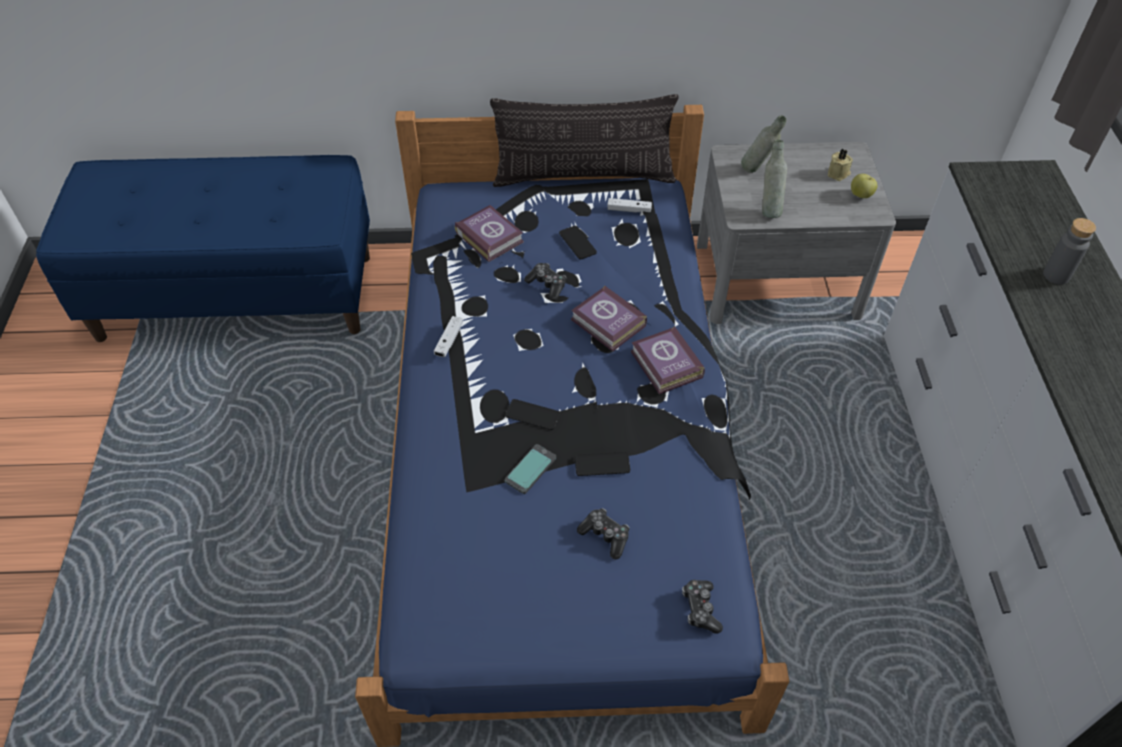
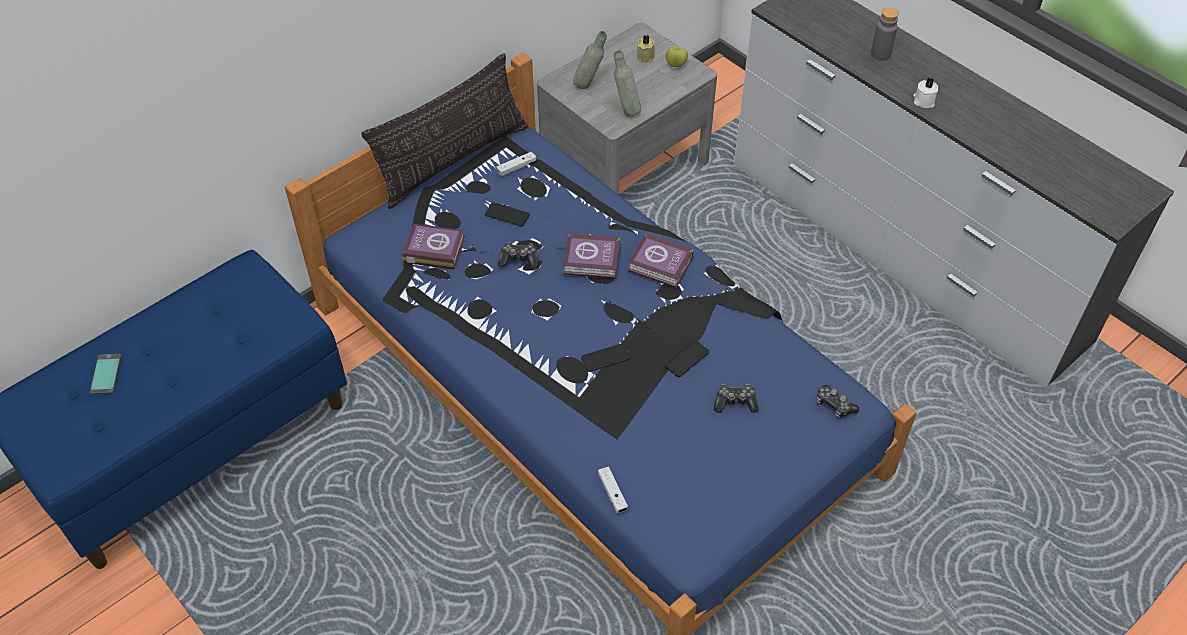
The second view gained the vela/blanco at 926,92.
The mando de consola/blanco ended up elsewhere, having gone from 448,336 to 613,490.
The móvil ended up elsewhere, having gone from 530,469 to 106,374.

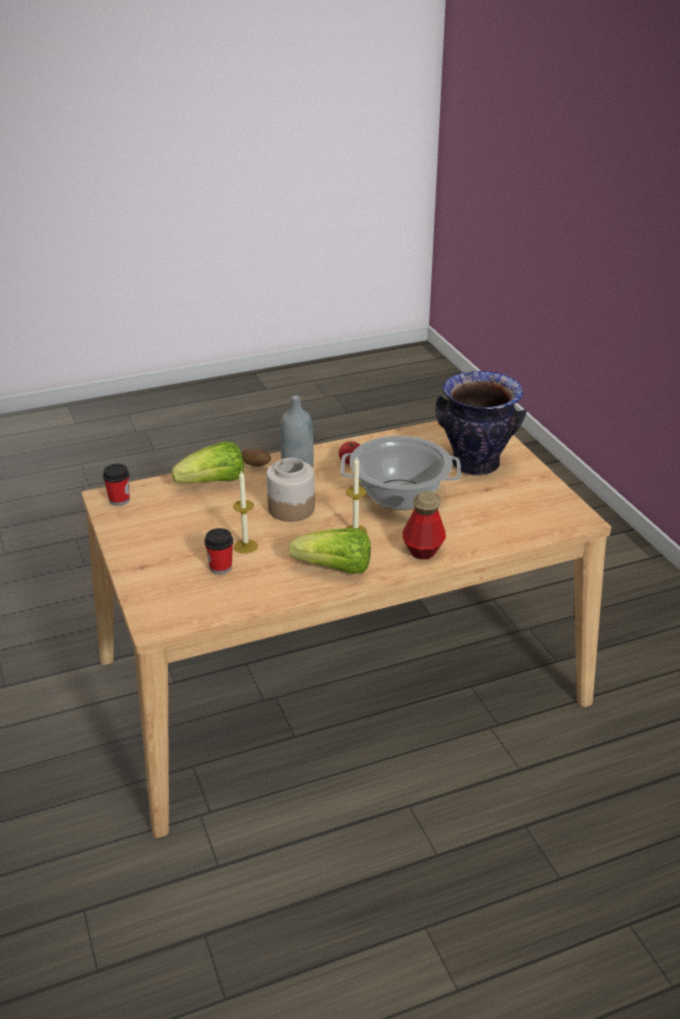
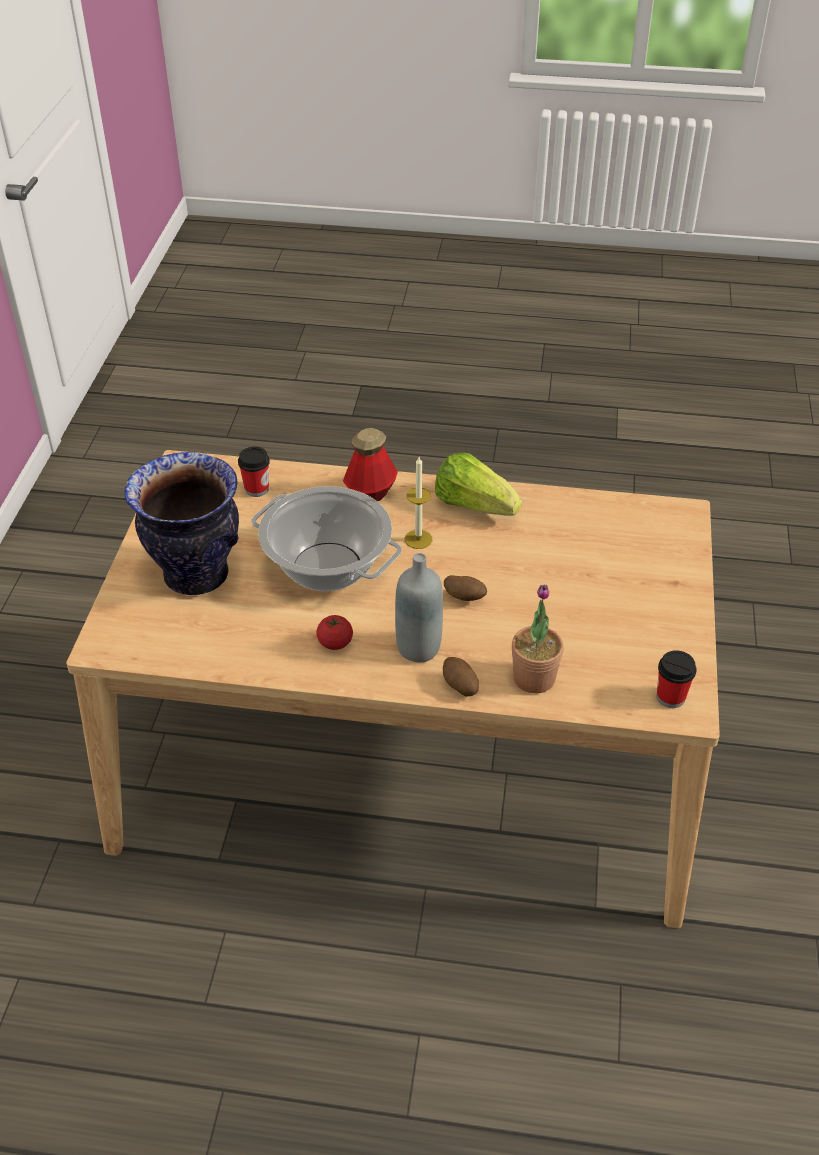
The second view lost the vela at 245,512.
The taza ended up elsewhere, having gone from 218,551 to 254,472.
Where the lechuga stood at 207,462, the planta en maceta came to stand at 538,638.
Where the tarro stood at 291,490, the patata came to stand at 465,588.

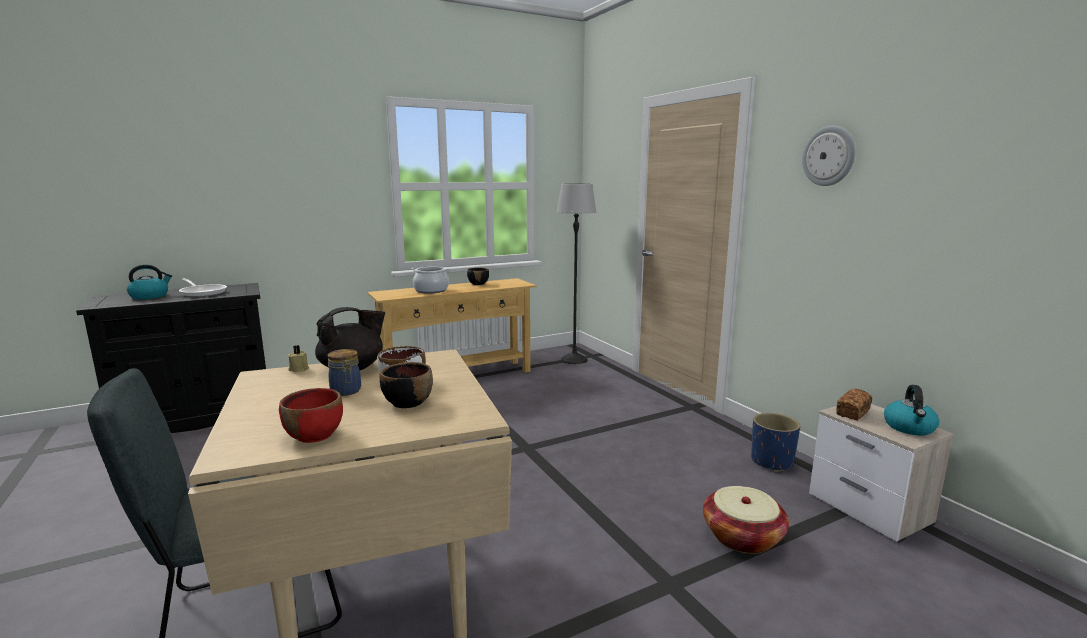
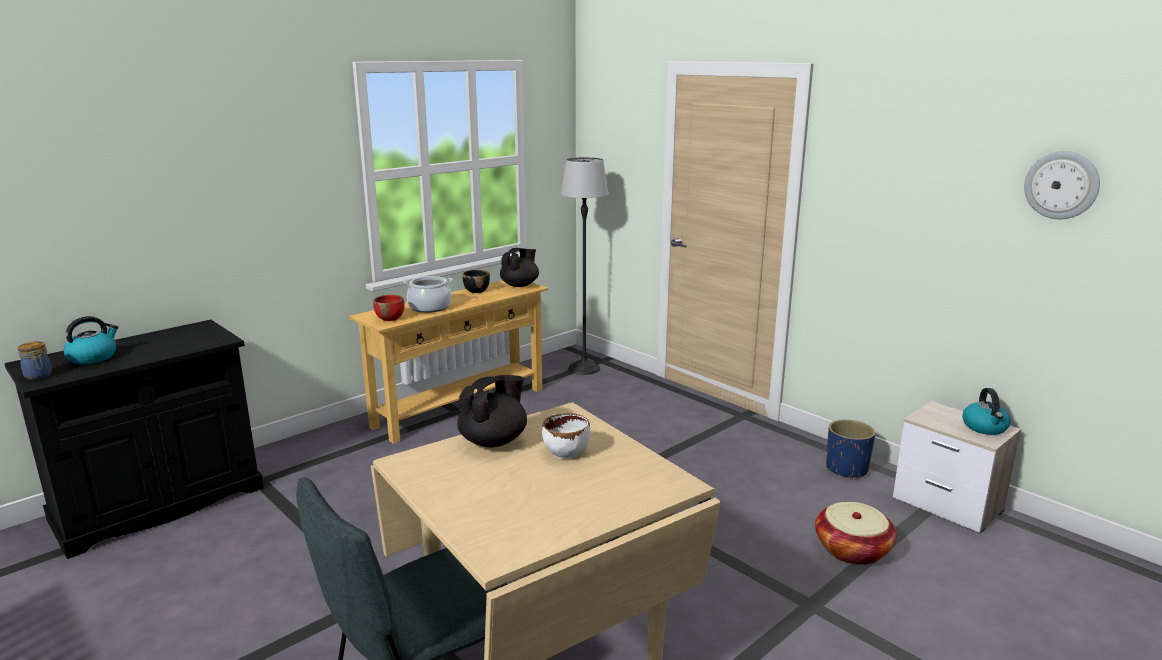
The second view lost the sartén at 203,287.
The second view lost the vela/beis at 298,358.
The second view lost the cuenco/negro at 406,385.
The second view lost the pan at 854,405.
The second view gained the tetera/negro at 519,267.
The cuenco/rojo ended up elsewhere, having gone from 311,415 to 389,308.
The tarro ended up elsewhere, having gone from 344,372 to 34,360.
The reloj de pared ended up elsewhere, having gone from 829,156 to 1062,185.

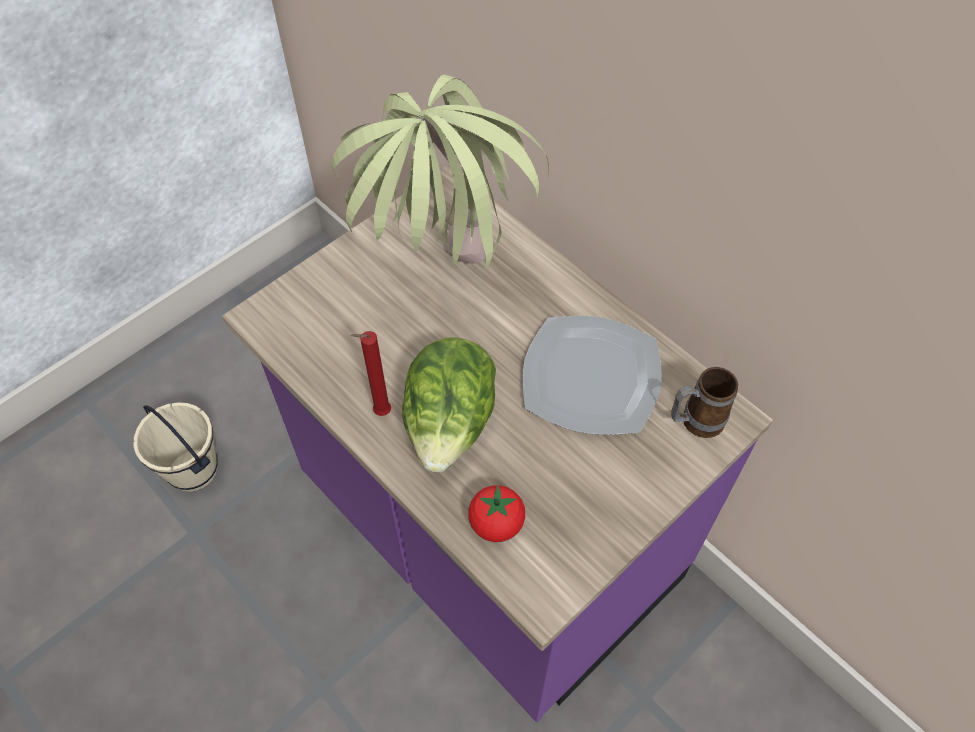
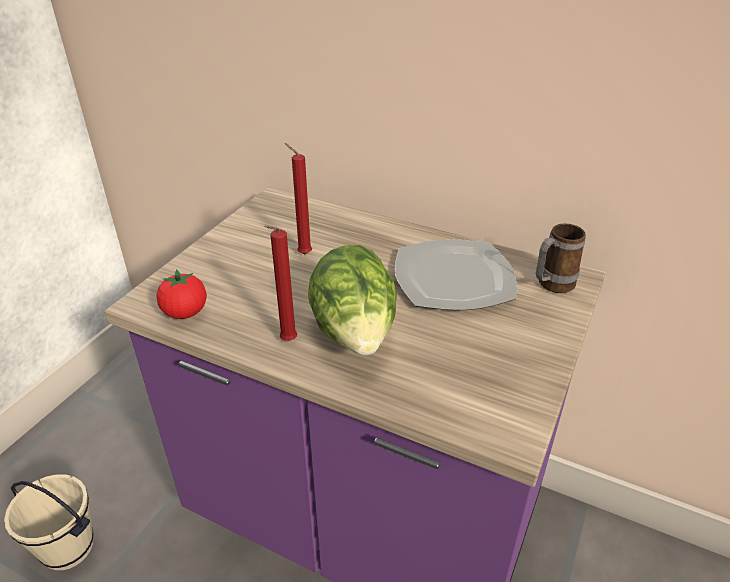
The tomate ended up elsewhere, having gone from 496,513 to 181,294.
Where the planta en maceta stood at 440,173, the vela/rojo came to stand at 298,198.

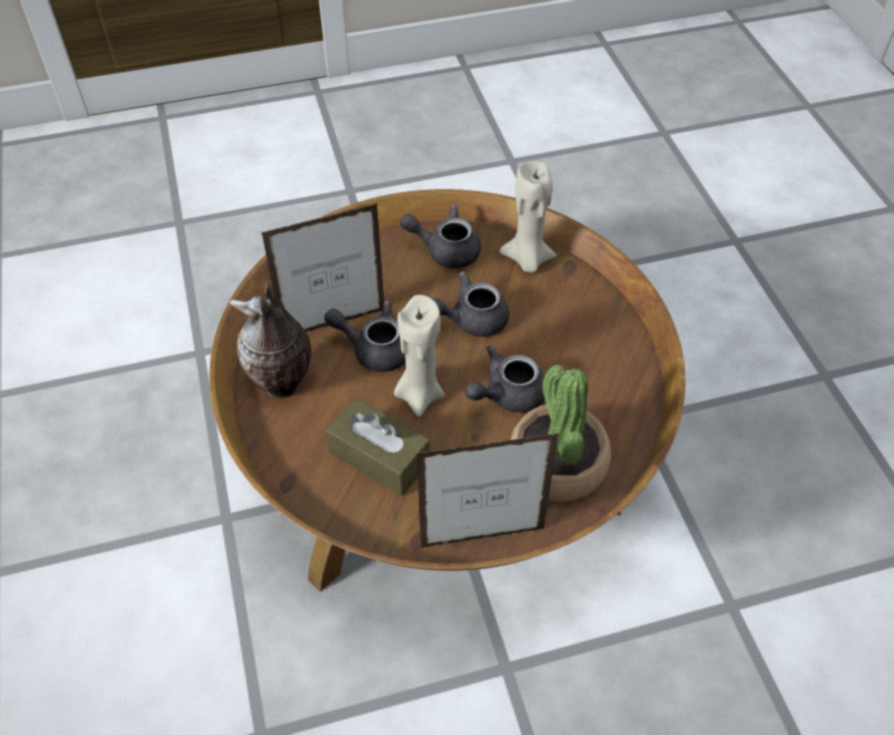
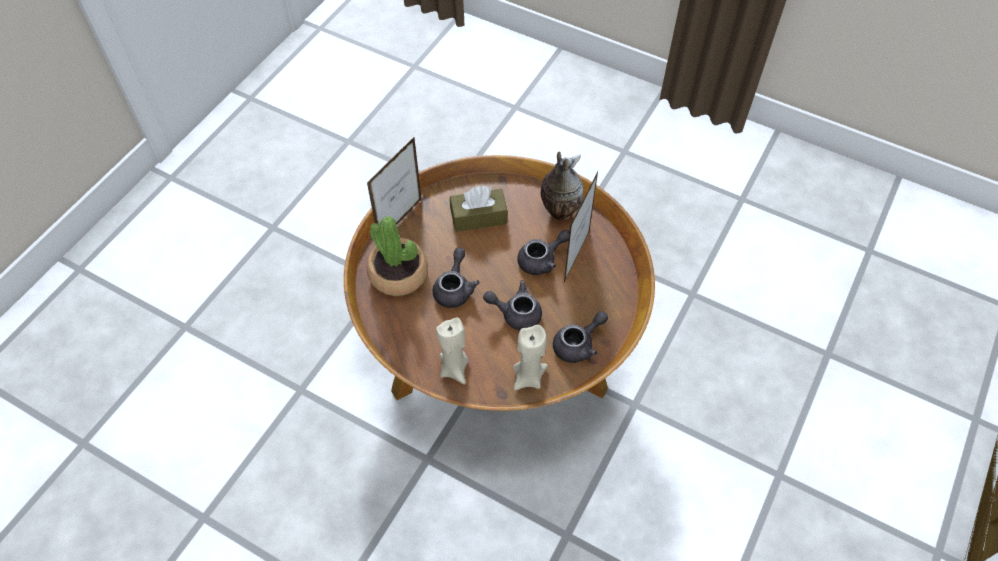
The vela/beis ended up elsewhere, having gone from 419,356 to 452,350.
The tetera/gris at 470,304 ended up facing another way, 105 degrees counterclockwise from before.

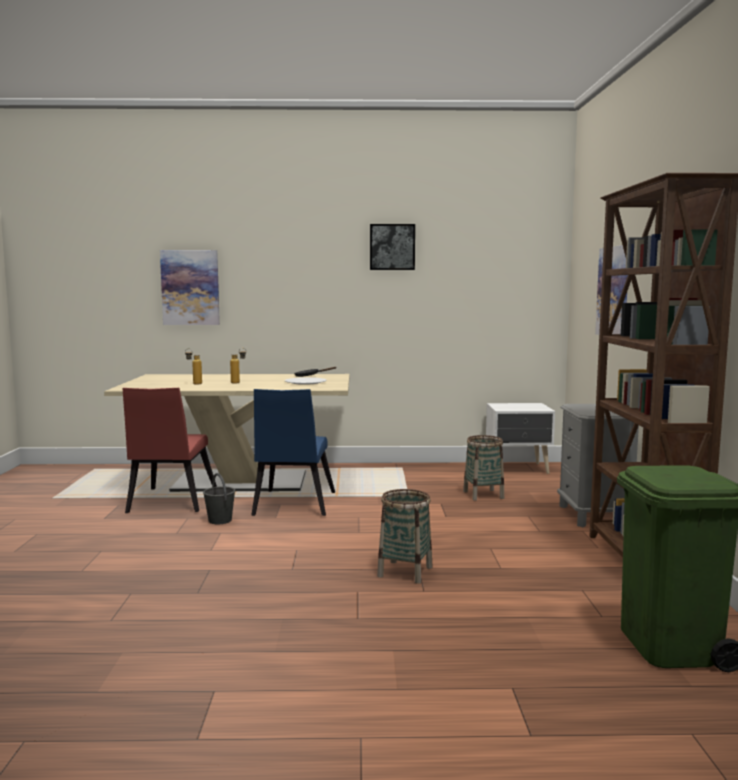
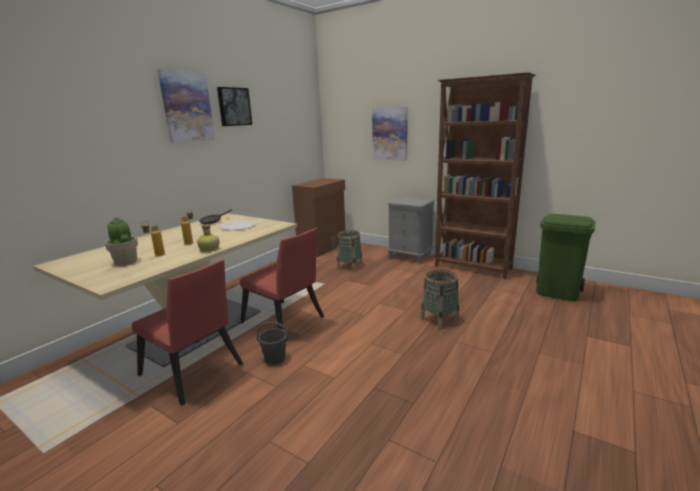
The second view gained the planta en maceta at 121,241.
The second view gained the botella at 208,238.
The cuadro ended up elsewhere, having gone from 190,287 to 186,106.
Where the mesita de noche/blanco stood at 520,438, the armario/marrón came to stand at 318,217.
What was the silla/azul at 293,452 turned into the silla/rojo at 282,279.

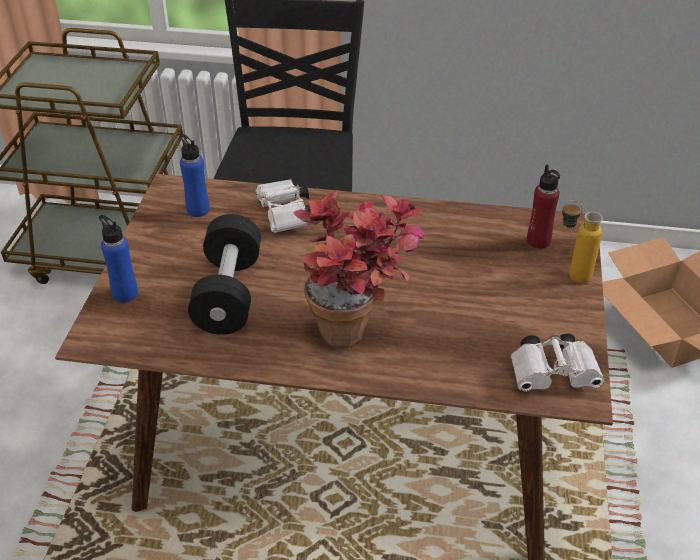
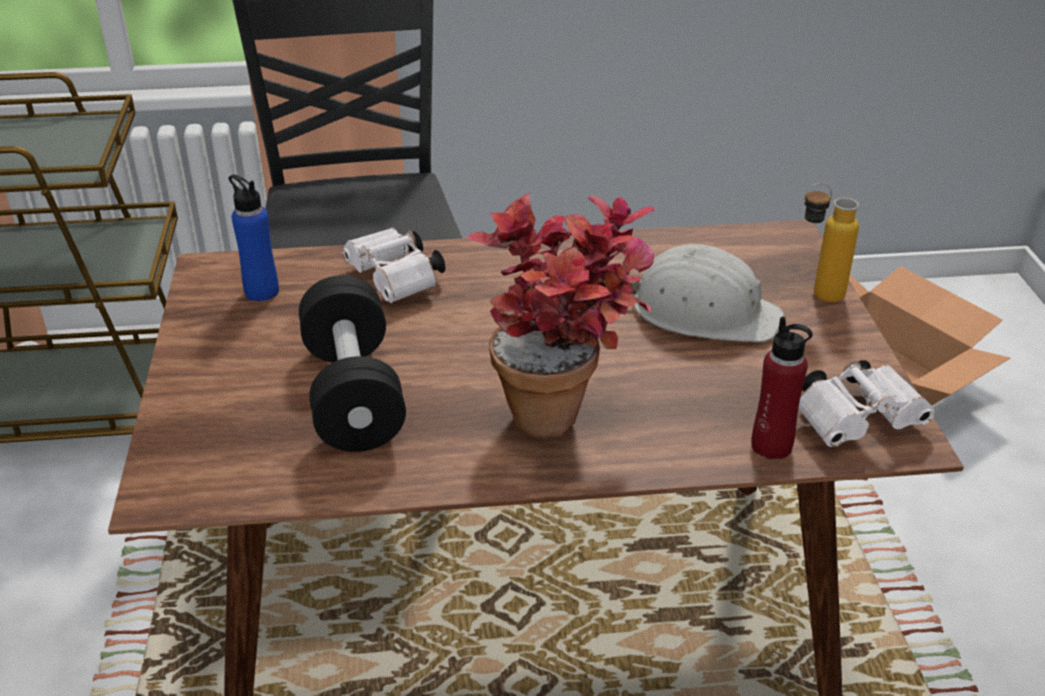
The second view lost the botella/azul at 118,259.
The second view gained the casco/blanco at 707,293.
The botella/rojo ended up elsewhere, having gone from 543,207 to 781,388.

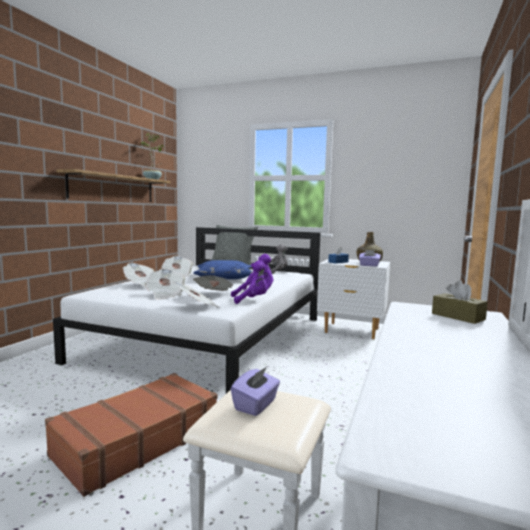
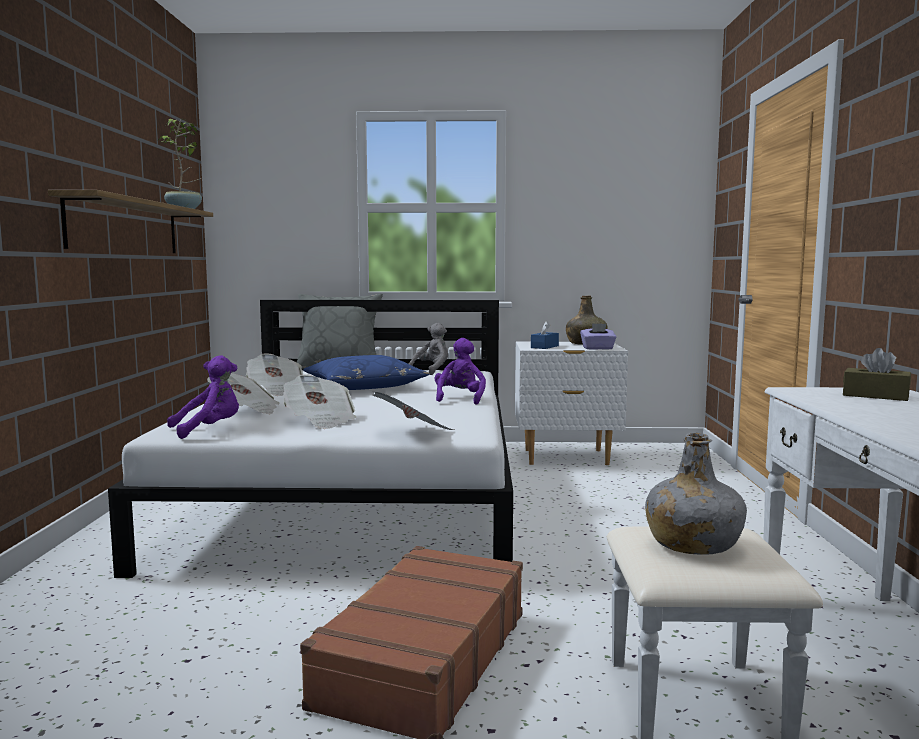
The second view lost the periódico at 213,283.
The peluche/morado ended up elsewhere, having gone from 249,282 to 203,397.
Where the caja de pañuelos/morado stood at 255,391, the botella/gris came to stand at 696,494.

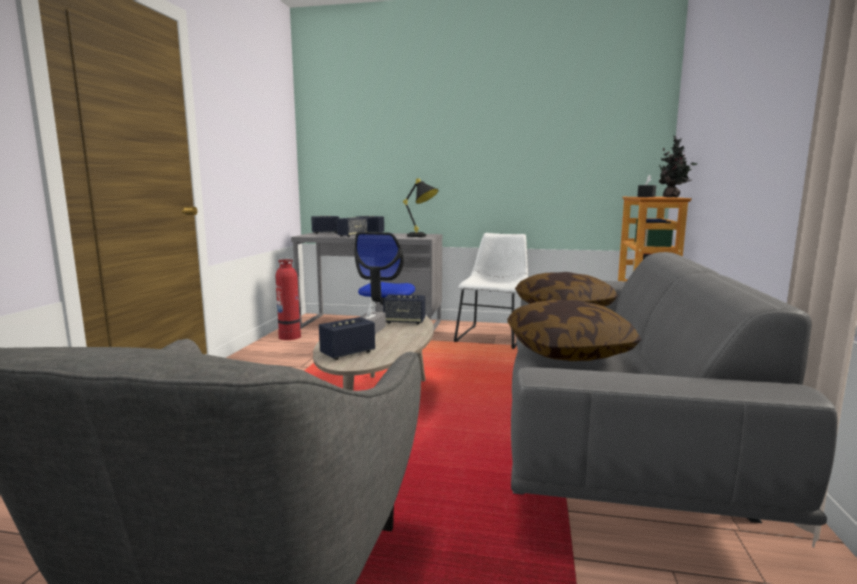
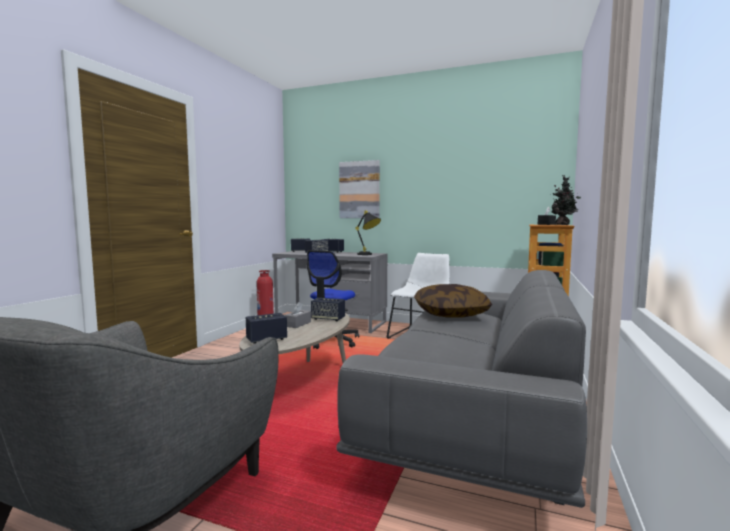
The second view lost the cojín at 574,330.
The second view gained the cuadro at 359,189.

